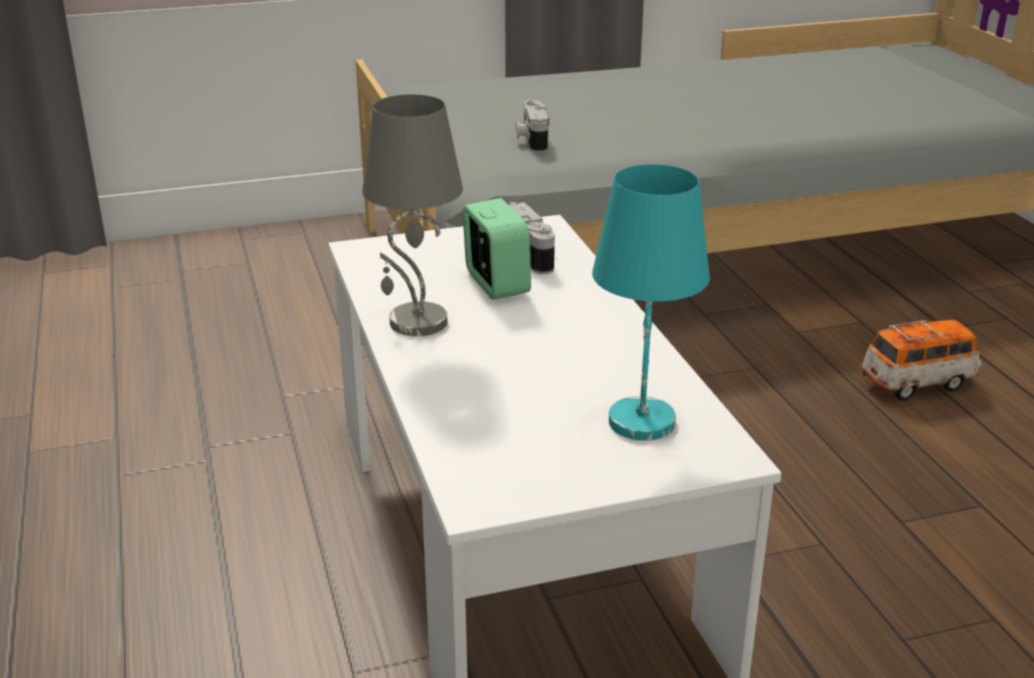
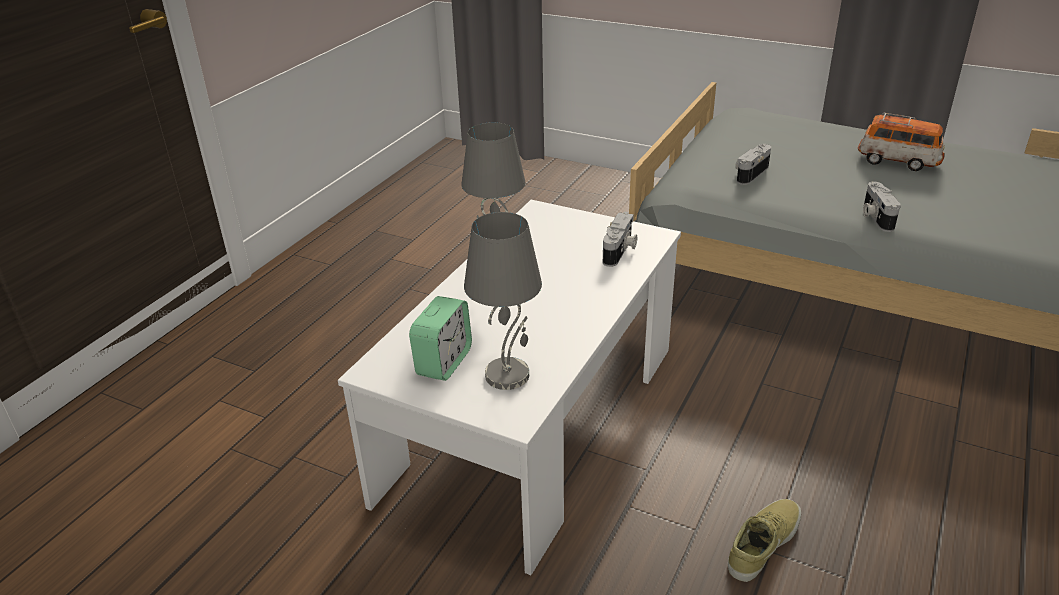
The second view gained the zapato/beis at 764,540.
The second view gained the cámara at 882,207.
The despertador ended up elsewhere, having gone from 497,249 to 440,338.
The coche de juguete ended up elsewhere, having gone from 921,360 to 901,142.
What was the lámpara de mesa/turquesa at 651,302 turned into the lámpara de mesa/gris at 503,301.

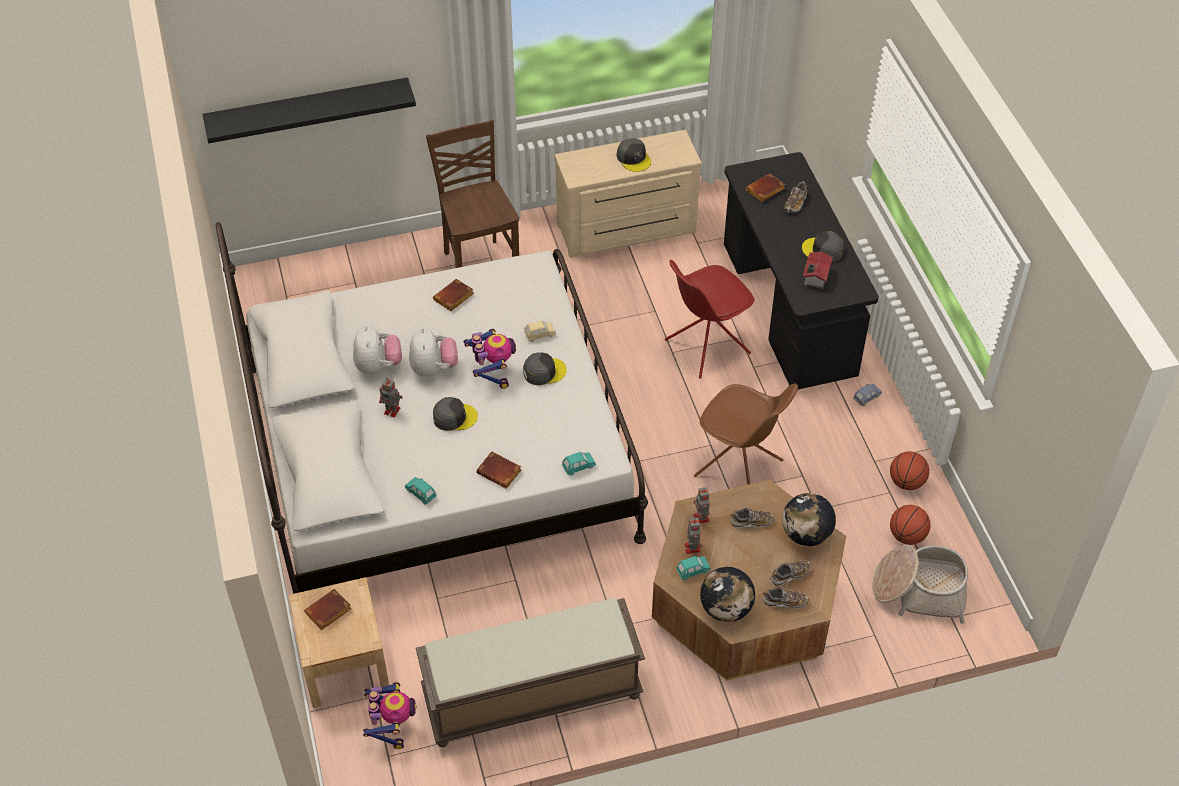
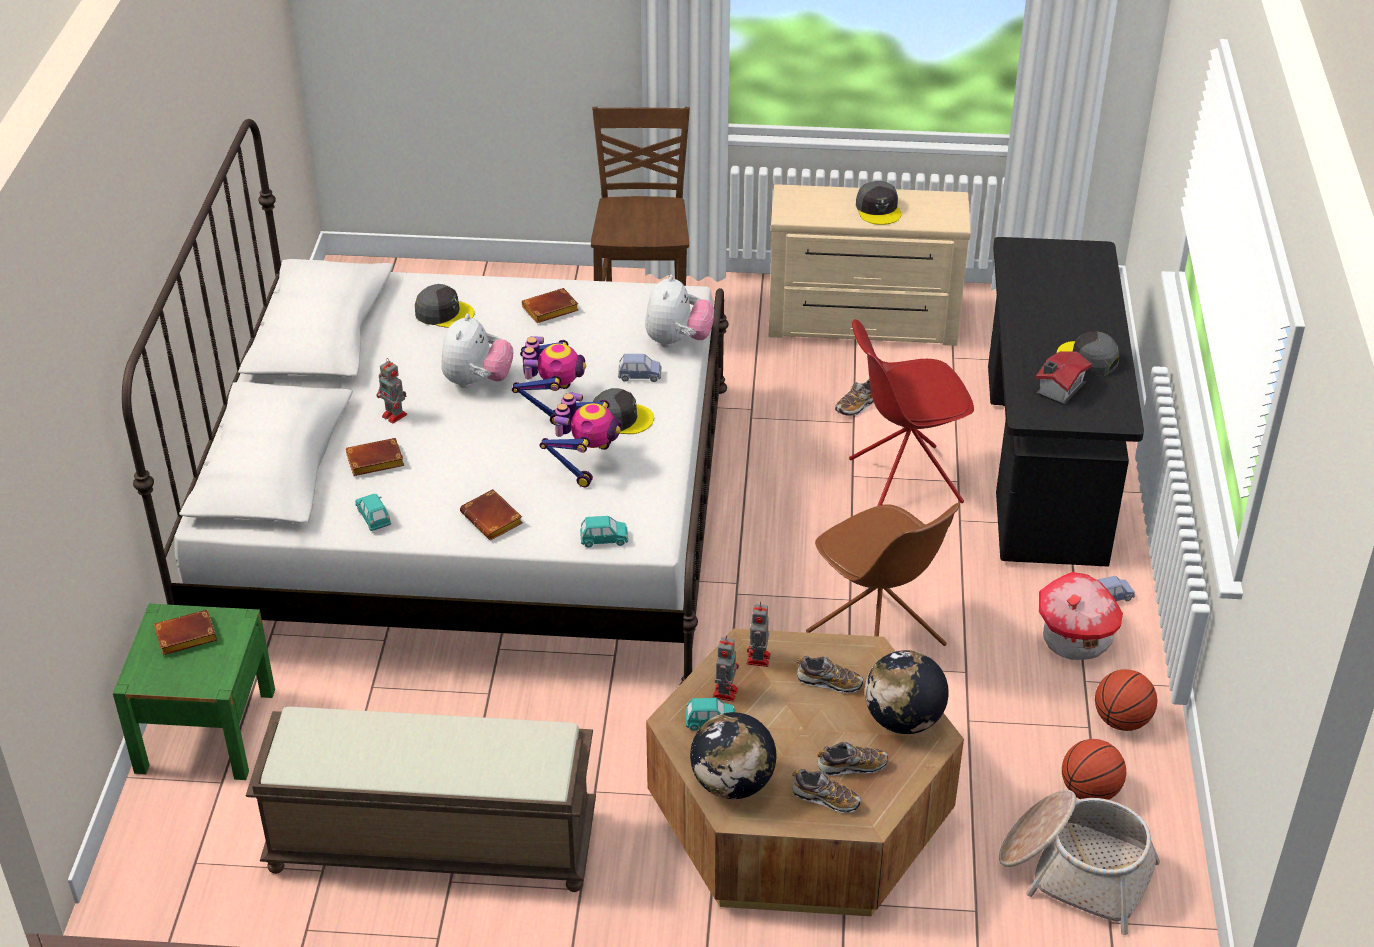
The second view lost the estante/negro at 309,110.
The second view gained the casita at 1081,616.
The peluche ended up elsewhere, having gone from 377,349 to 679,311.
The robot de juguete ended up elsewhere, having gone from 390,715 to 580,439.
The gorra/gris ended up elsewhere, having gone from 455,414 to 444,306.
The libro/marrón ended up elsewhere, having gone from 765,187 to 375,457.
The zapato ended up elsewhere, having gone from 795,197 to 854,397.
What was the mesita de noche/beis at 339,642 turned into the mesita de noche/verde at 194,692.
What was the coche de juguete/beis at 540,331 turned into the coche de juguete/azul at 640,368.

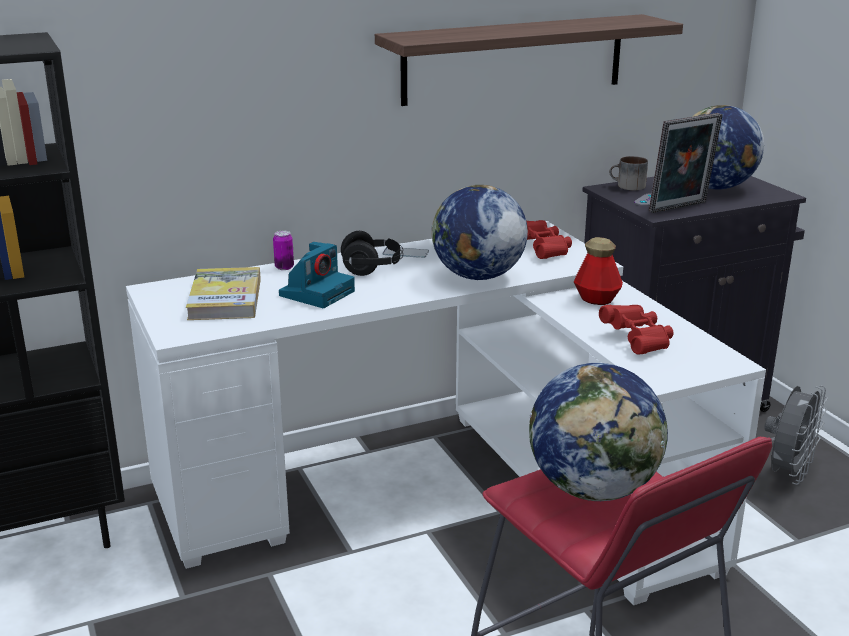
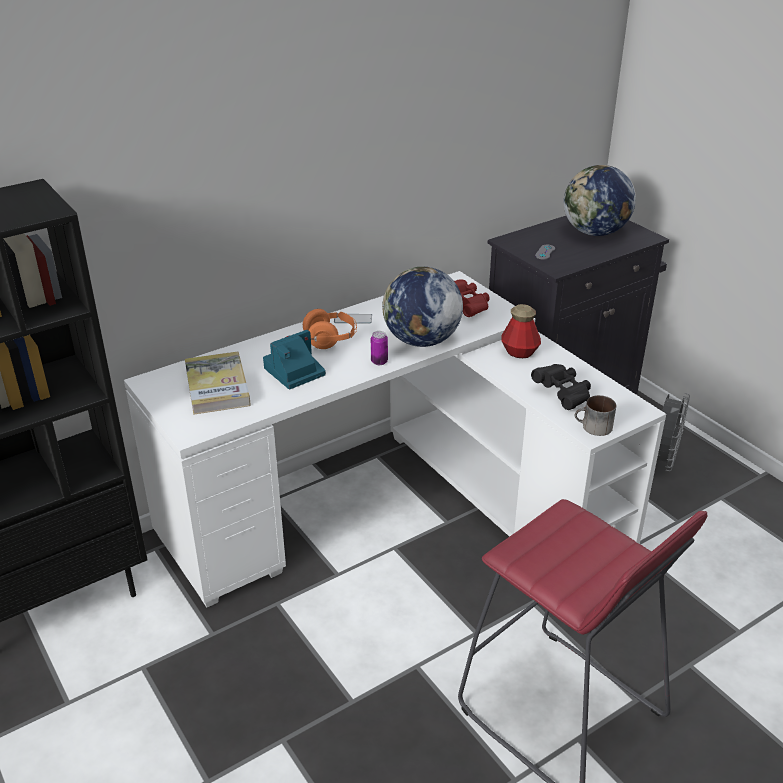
The second view lost the estante at 529,60.
The second view lost the globo terráqueo at 598,432.
The second view lost the portarretratos at 686,163.
The lata ended up elsewhere, having gone from 283,250 to 379,348.
The taza grande ended up elsewhere, having gone from 628,173 to 595,415.
What was the auriculares/negro at 372,253 turned into the auriculares/naranja at 330,329.
What was the prismáticos/rojo at 636,330 turned into the prismáticos/negro at 561,387.
The cámara at 317,275 ended up facing another way, 150 degrees counterclockwise from before.

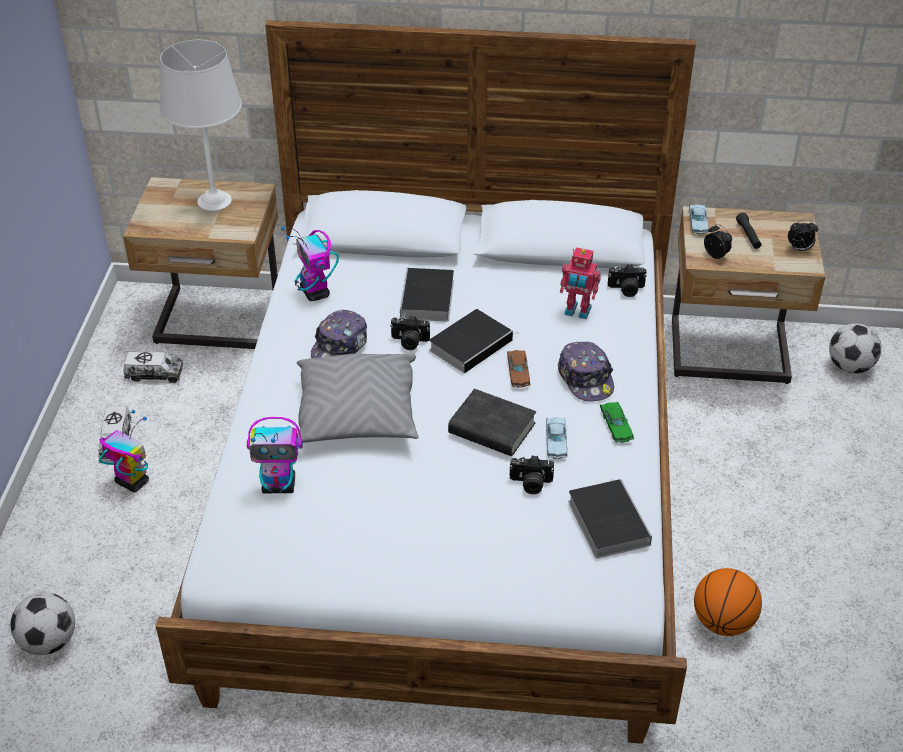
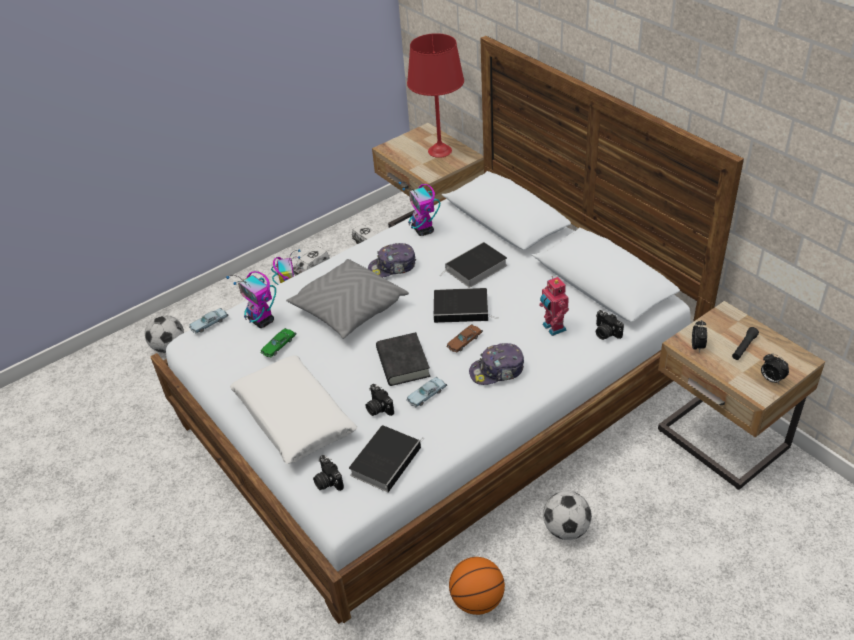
The second view gained the cojín/blanco at 293,410.
The cámara ended up elsewhere, having gone from 410,333 to 328,473.
The coche de juguete/verde ended up elsewhere, having gone from 617,422 to 278,342.
The coche de juguete/azul ended up elsewhere, having gone from 699,219 to 209,320.
The balón de fútbol ended up elsewhere, having gone from 855,348 to 567,515.
What was the lámpara de mesa/blanco at 201,125 turned into the lámpara de mesa/rojo at 435,95.
The robot de juguete at 310,264 ended up facing another way, 45 degrees counterclockwise from before.
The gorra at 586,372 ended up facing another way, 45 degrees clockwise from before.

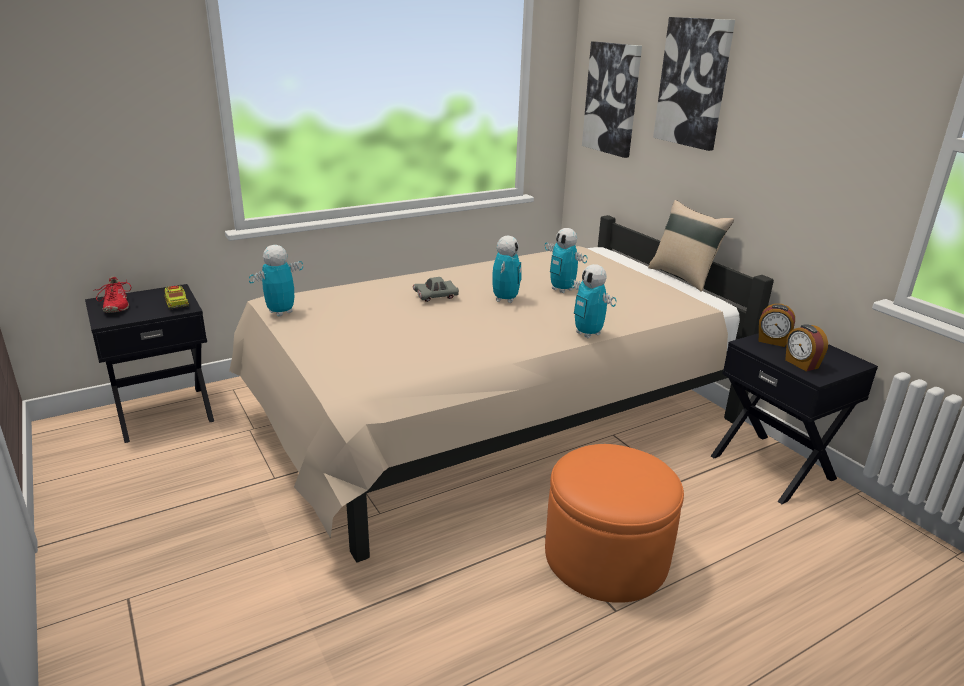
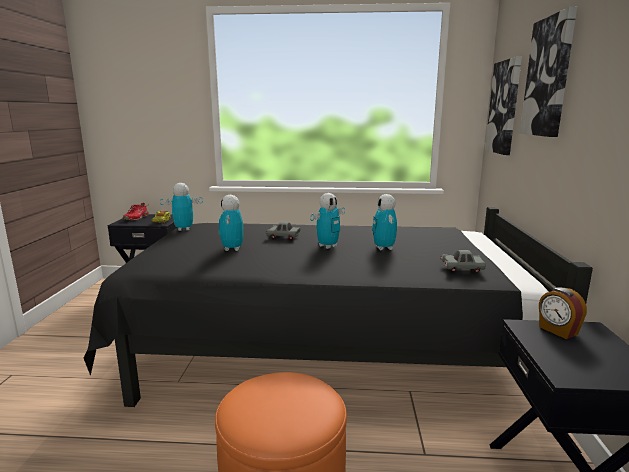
The second view lost the cojín/beis at 691,246.
The second view lost the despertador at 806,347.
The second view gained the coche de juguete/gris at 463,261.
The robot de juguete ended up elsewhere, having gone from 593,301 to 231,223.
What was the cama/beis at 501,389 turned into the cama/negro at 338,307.

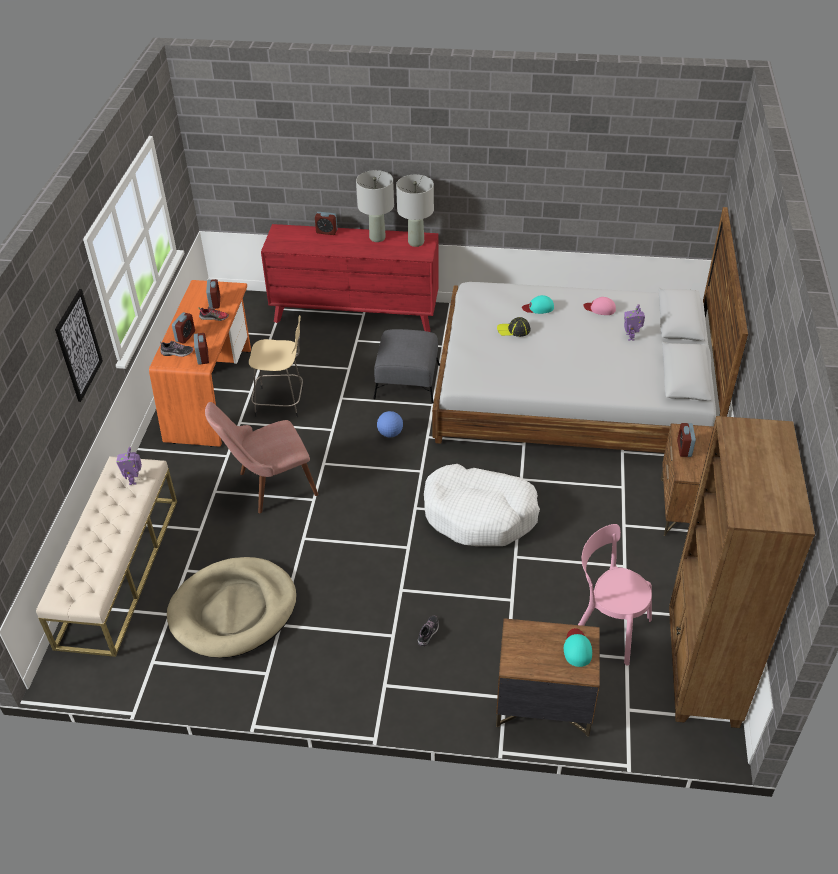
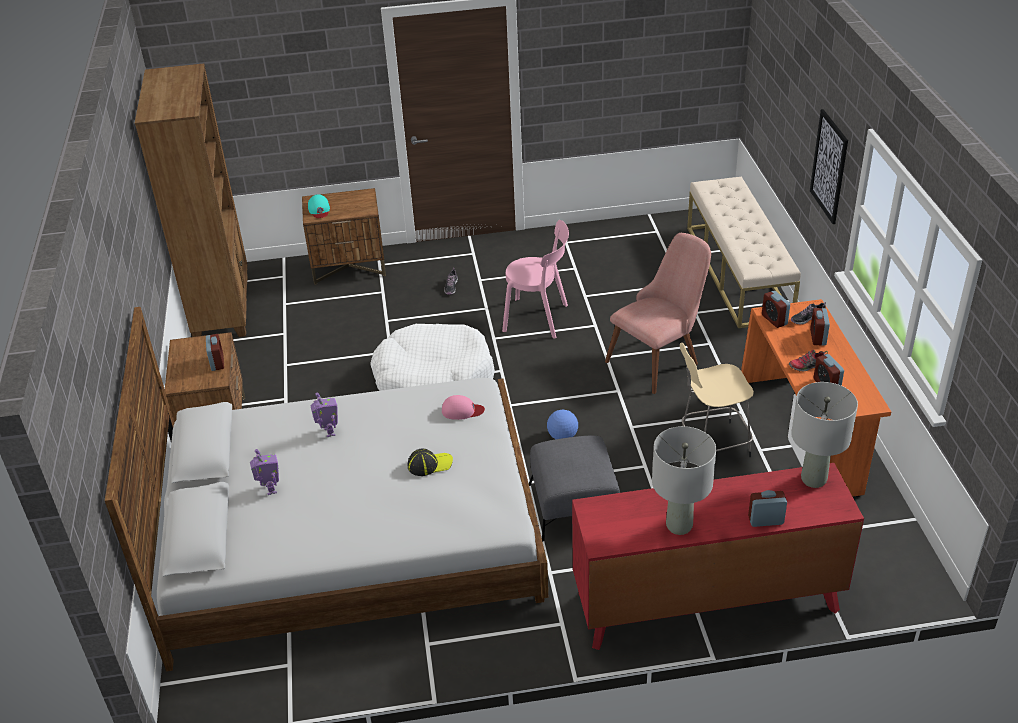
The second view lost the cama para perro/beis at 232,607.
The second view lost the gorra/turquesa at 538,304.
The robot de juguete ended up elsewhere, having gone from 129,466 to 324,415.
The lámpara de mesa/gris ended up elsewhere, having gone from 415,211 to 824,435.
The silla/rosa ended up elsewhere, having gone from 615,594 to 535,279.
The gorra/rosa ended up elsewhere, having gone from 599,306 to 463,407.

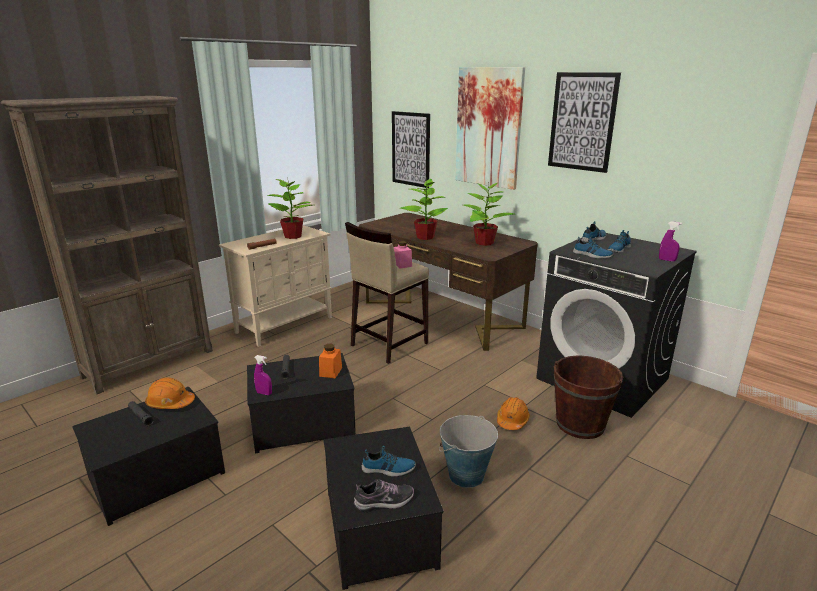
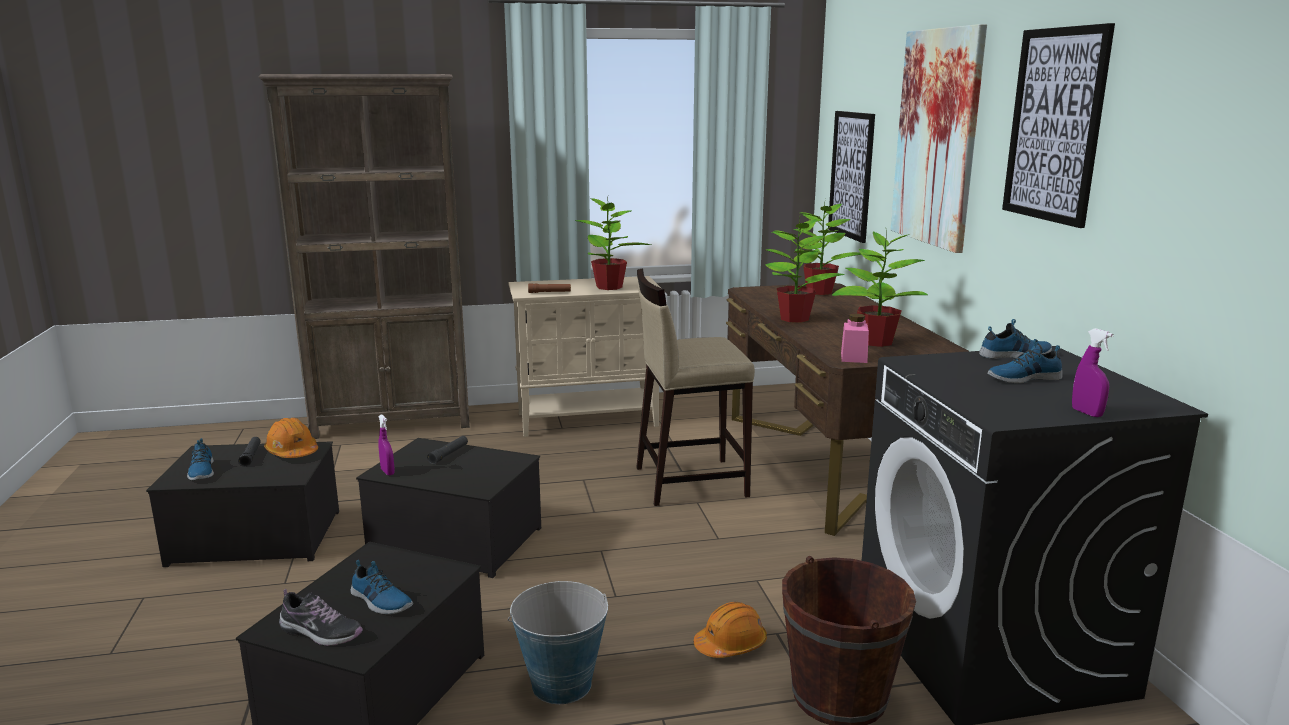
The second view lost the tarro/naranja at 330,361.
The second view gained the planta en maceta at 827,247.
The tarro/rosa ended up elsewhere, having gone from 403,255 to 855,338.
The zapato ended up elsewhere, having gone from 593,247 to 200,459.

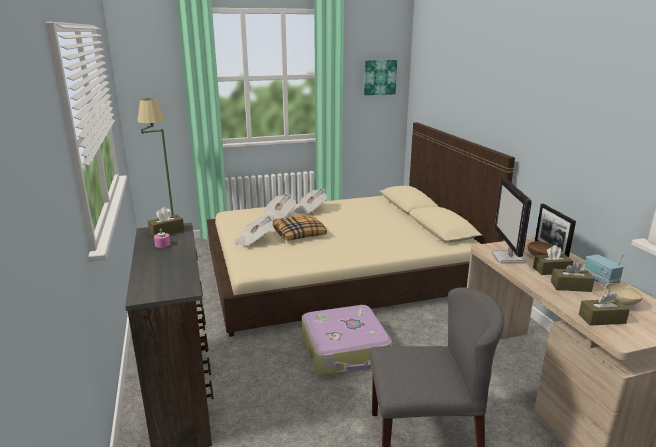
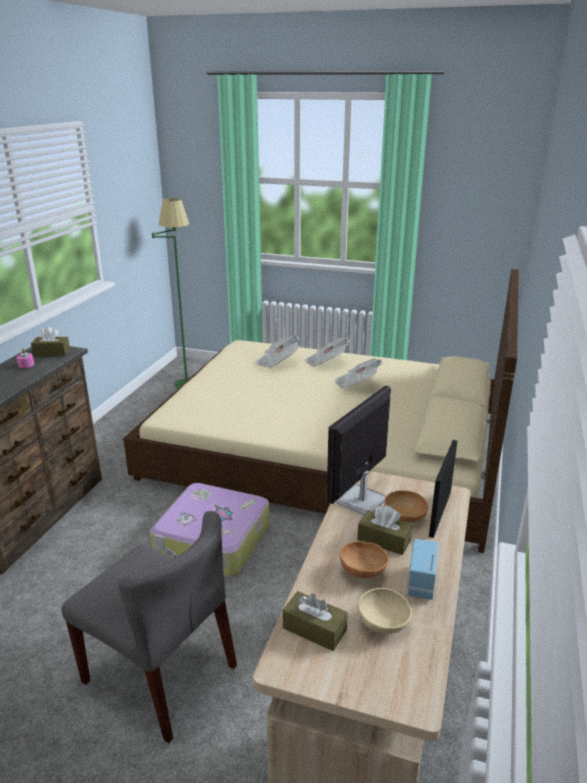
The second view lost the cojín at 300,228.
The second view lost the cuadro at 380,77.
The periódico ended up elsewhere, having gone from 253,231 to 358,373.
Where the caja de pañuelos/marrón stood at 572,276, the cuenco/marrón came to stand at 364,559.

